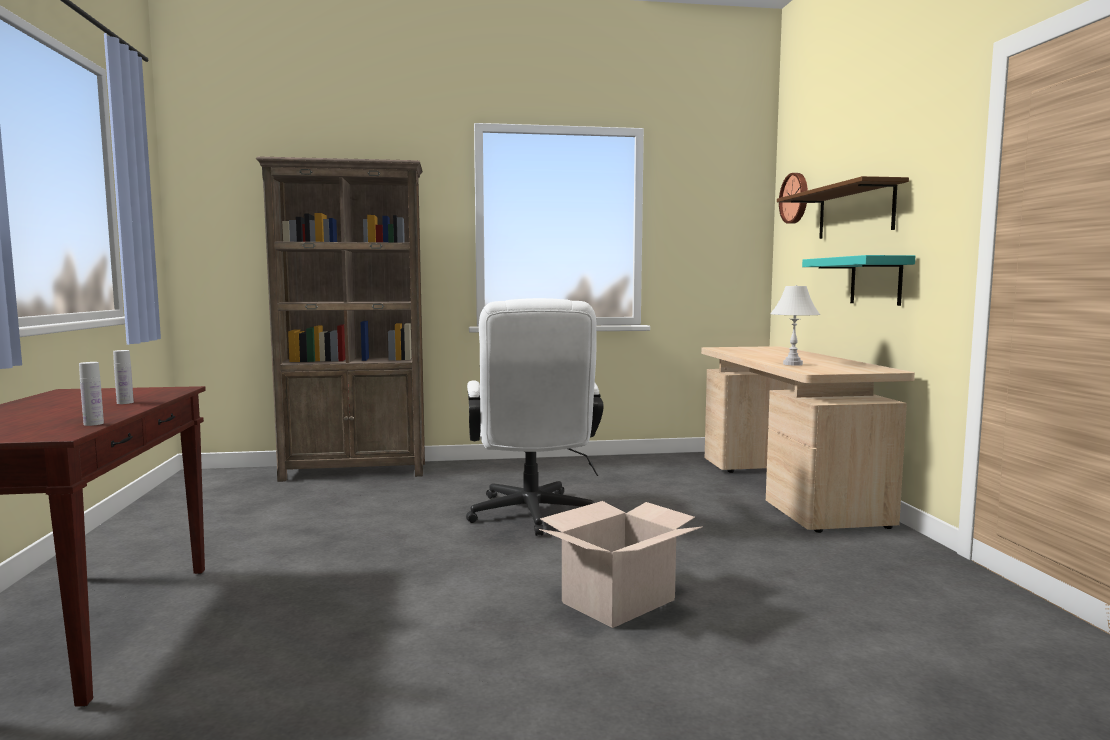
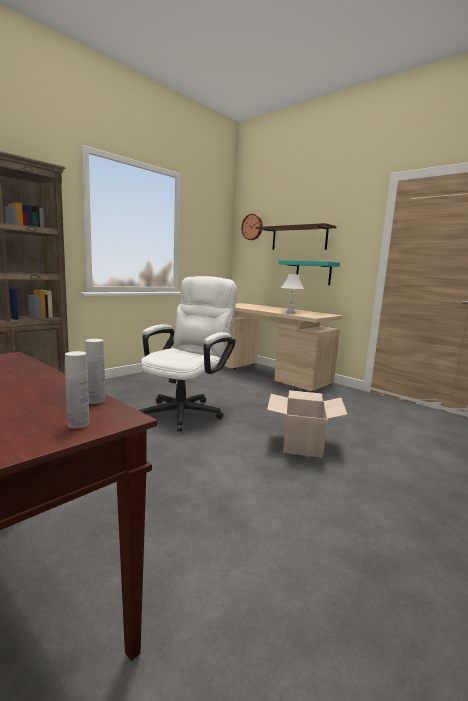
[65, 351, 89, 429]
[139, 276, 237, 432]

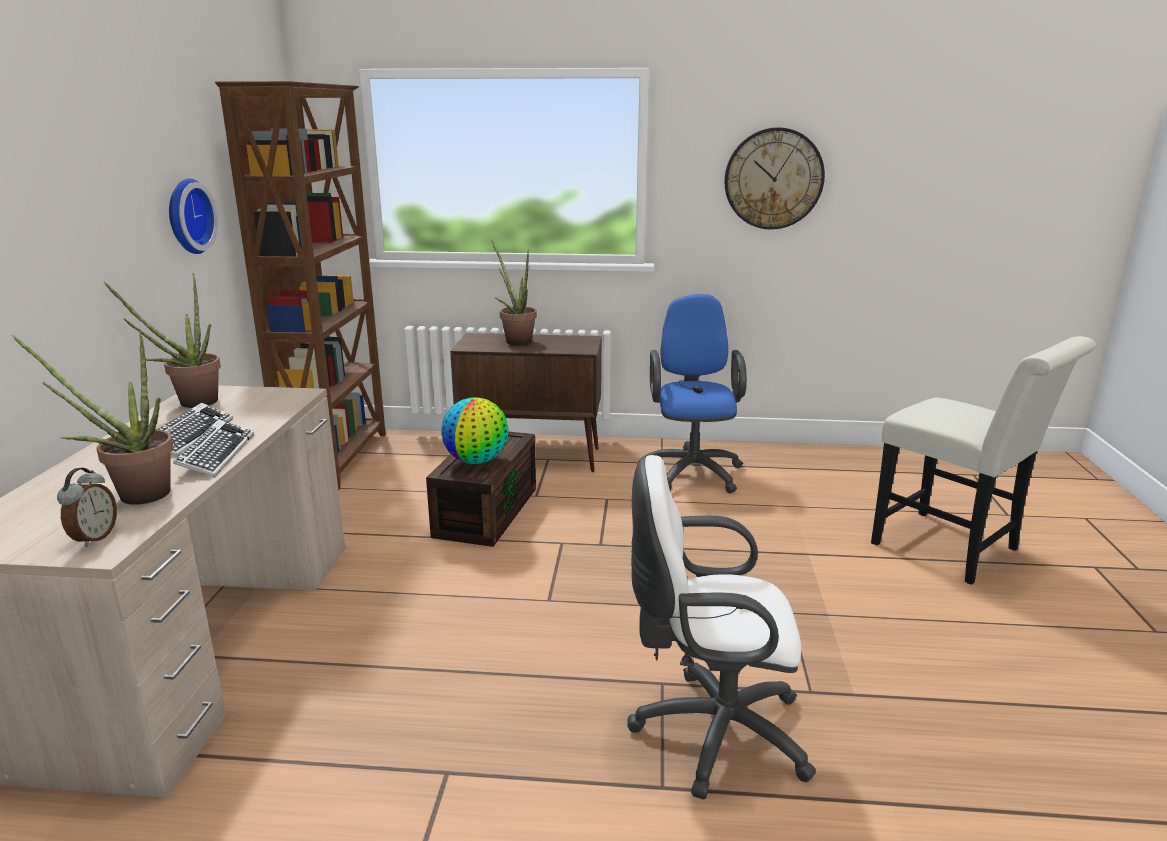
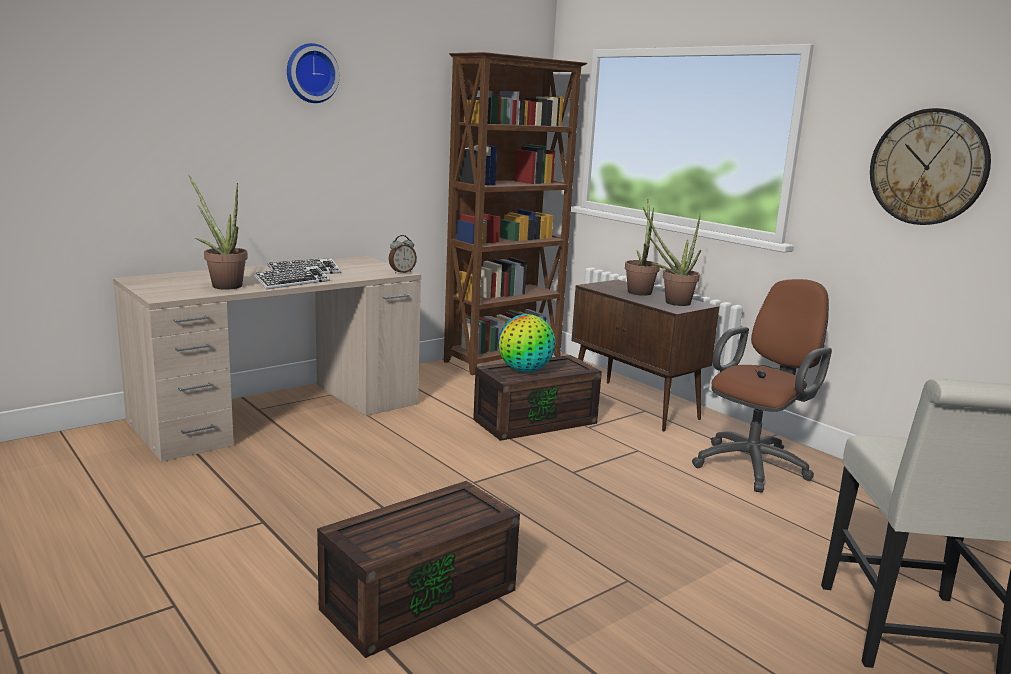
[287, 43, 340, 103]
[317, 481, 520, 658]
[389, 235, 417, 273]
[643, 207, 701, 306]
[692, 279, 832, 492]

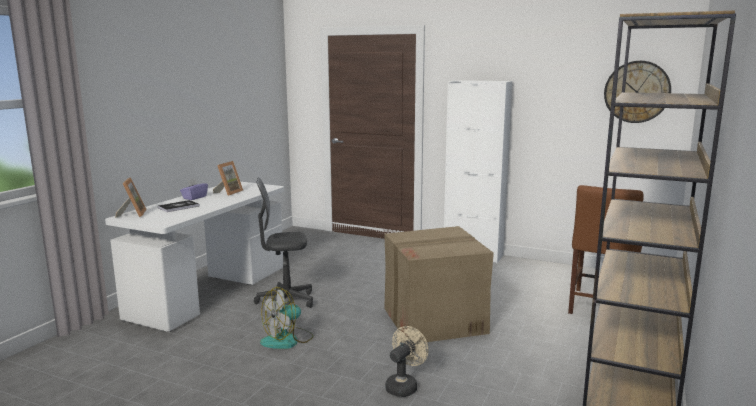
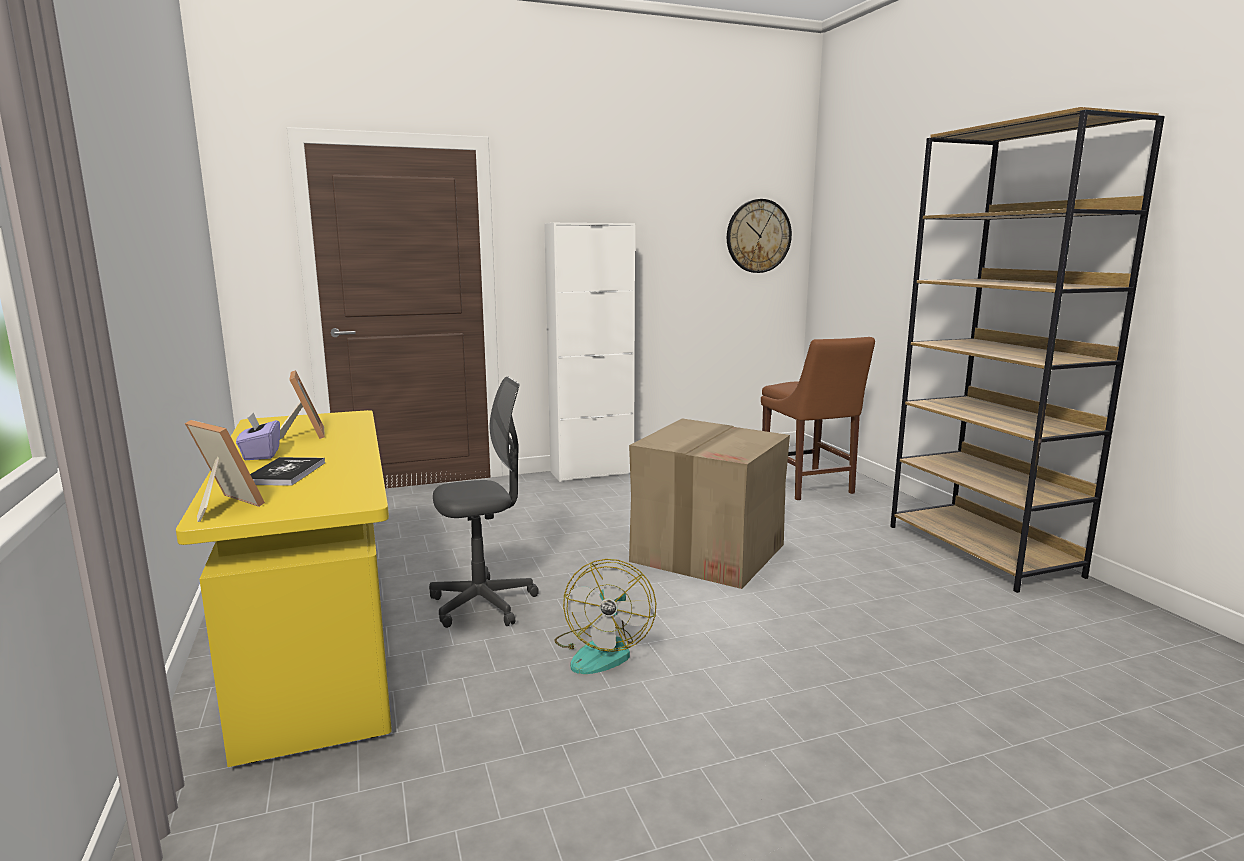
[176, 410, 392, 767]
[429, 377, 539, 628]
[385, 326, 429, 397] (first image)

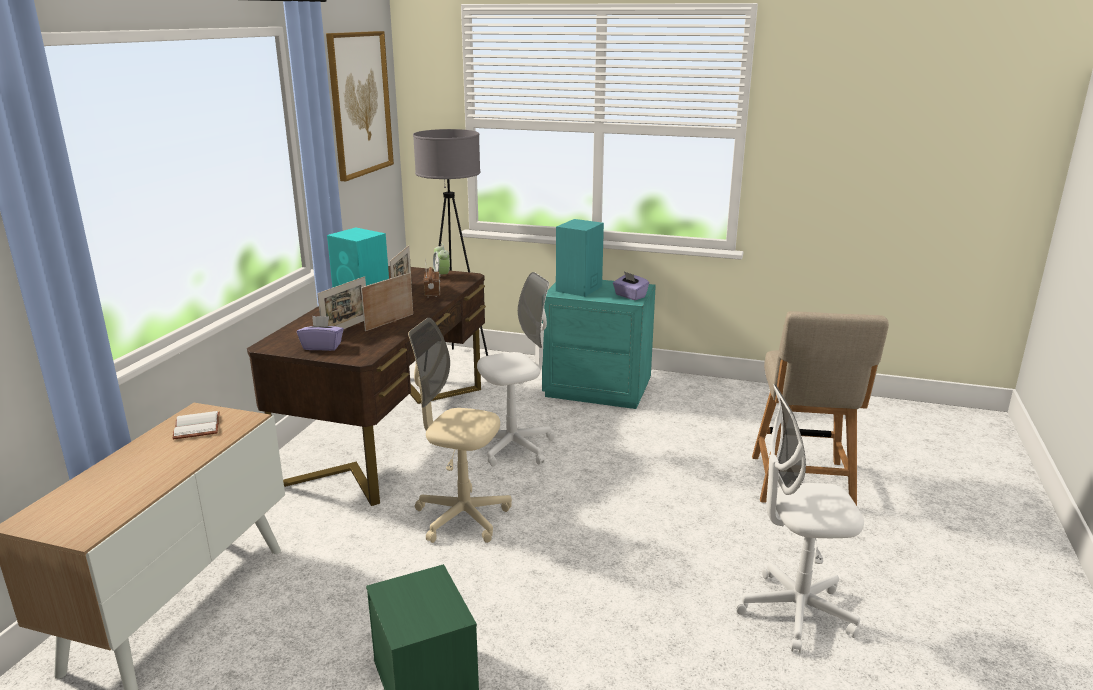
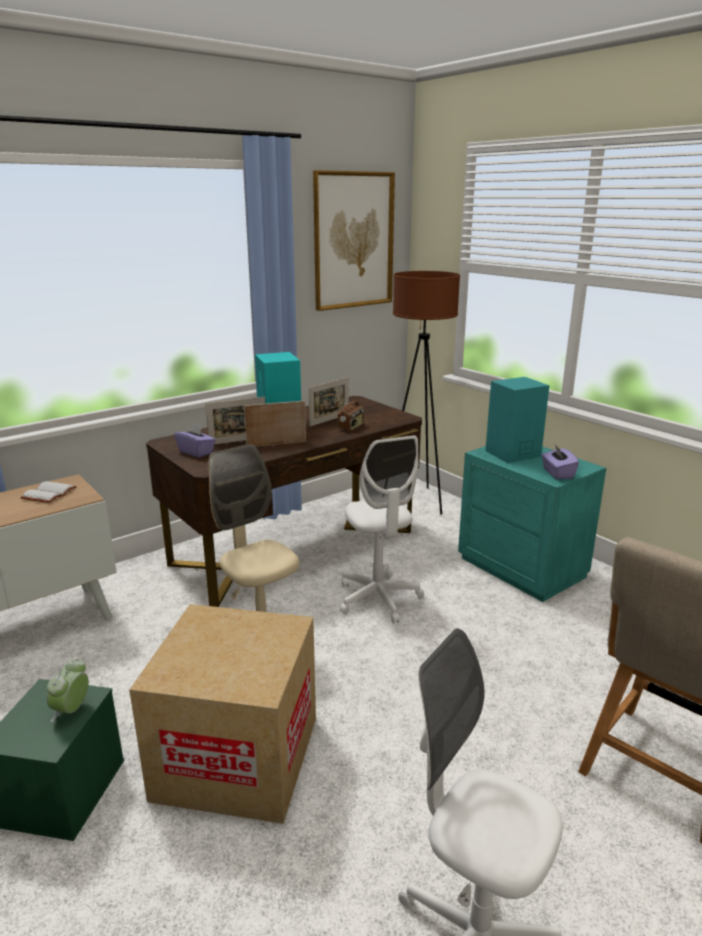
[47, 659, 89, 723]
[129, 604, 316, 824]
[340, 435, 424, 624]
[393, 271, 460, 515]

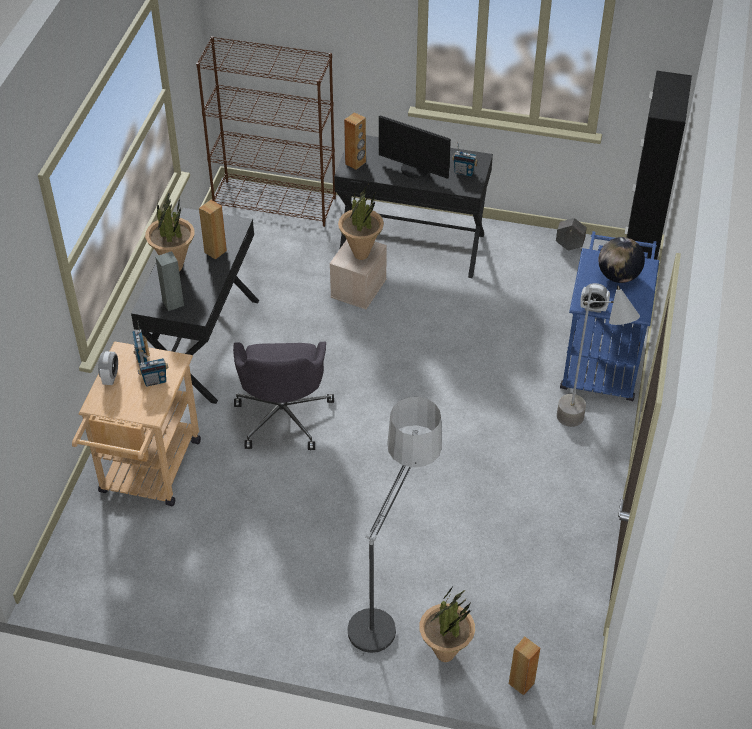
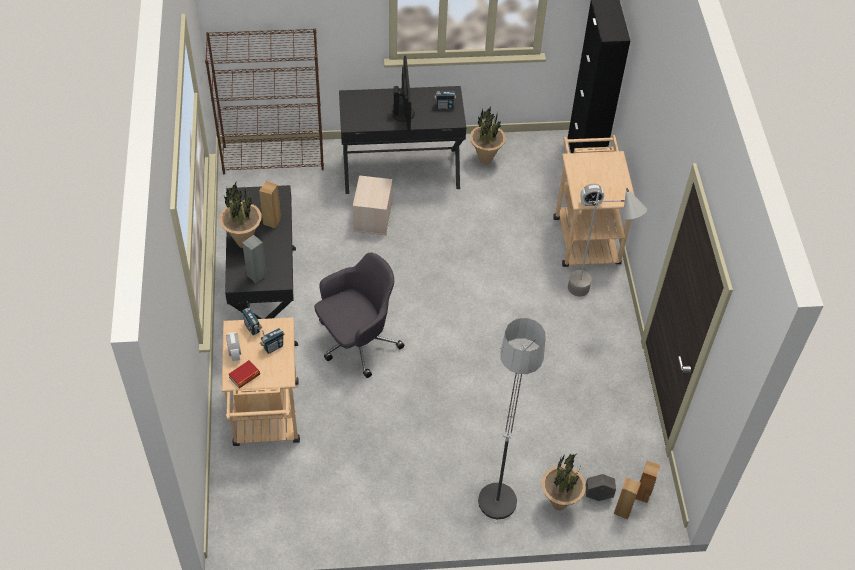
[229, 360, 260, 388]
[314, 252, 404, 378]
[392, 56, 415, 132]
[470, 107, 506, 165]
[553, 135, 634, 267]
[586, 474, 616, 501]
[636, 461, 660, 503]
[598, 237, 645, 283] (first image)

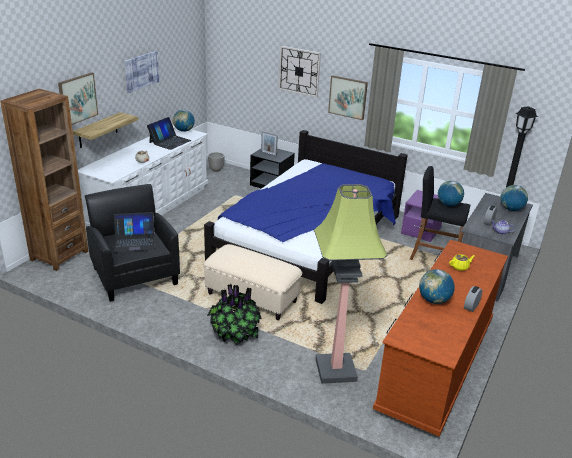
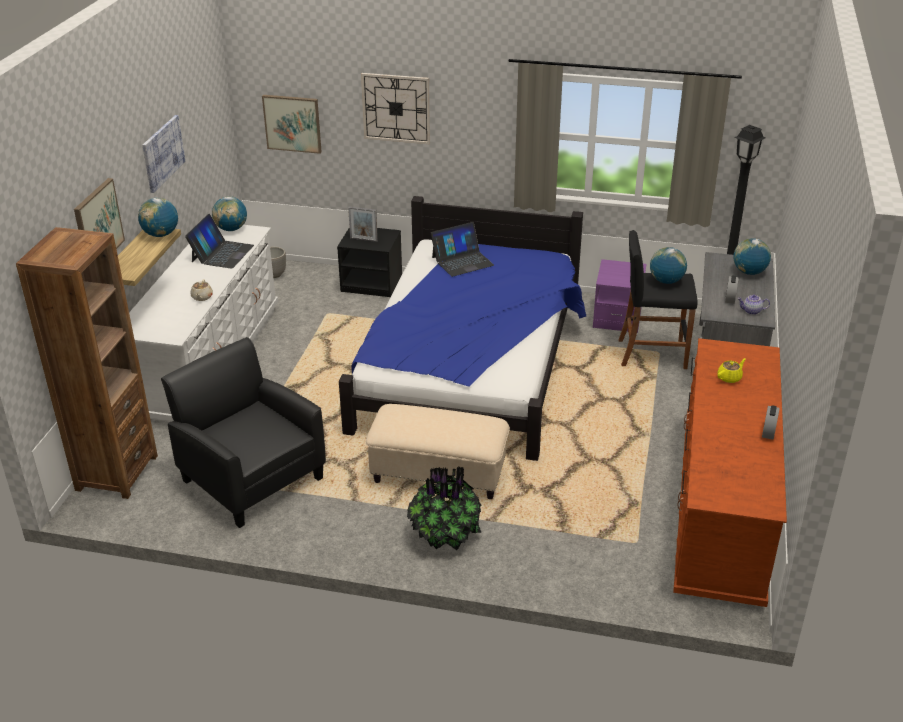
[138, 198, 178, 237]
[262, 95, 321, 154]
[431, 222, 494, 277]
[314, 184, 387, 384] (first image)

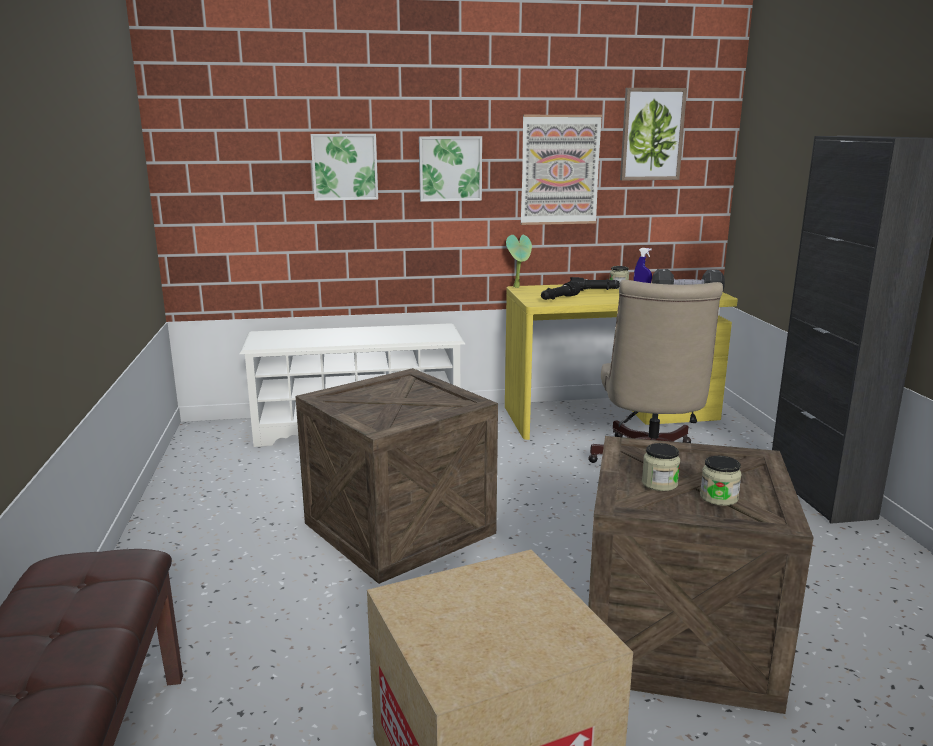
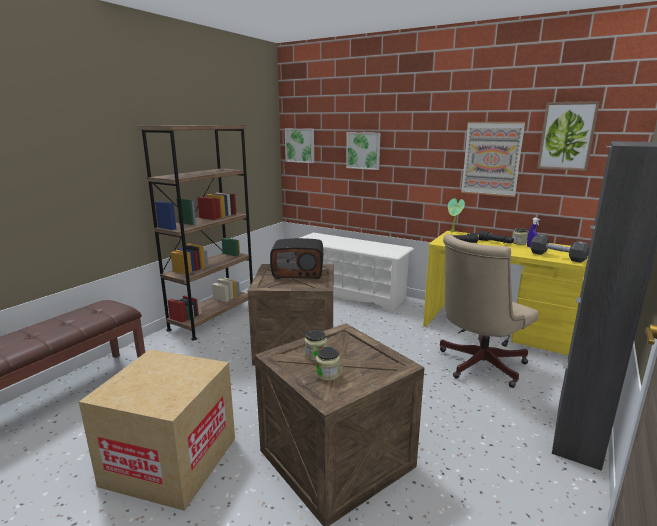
[138, 125, 253, 341]
[270, 238, 323, 279]
[285, 129, 314, 163]

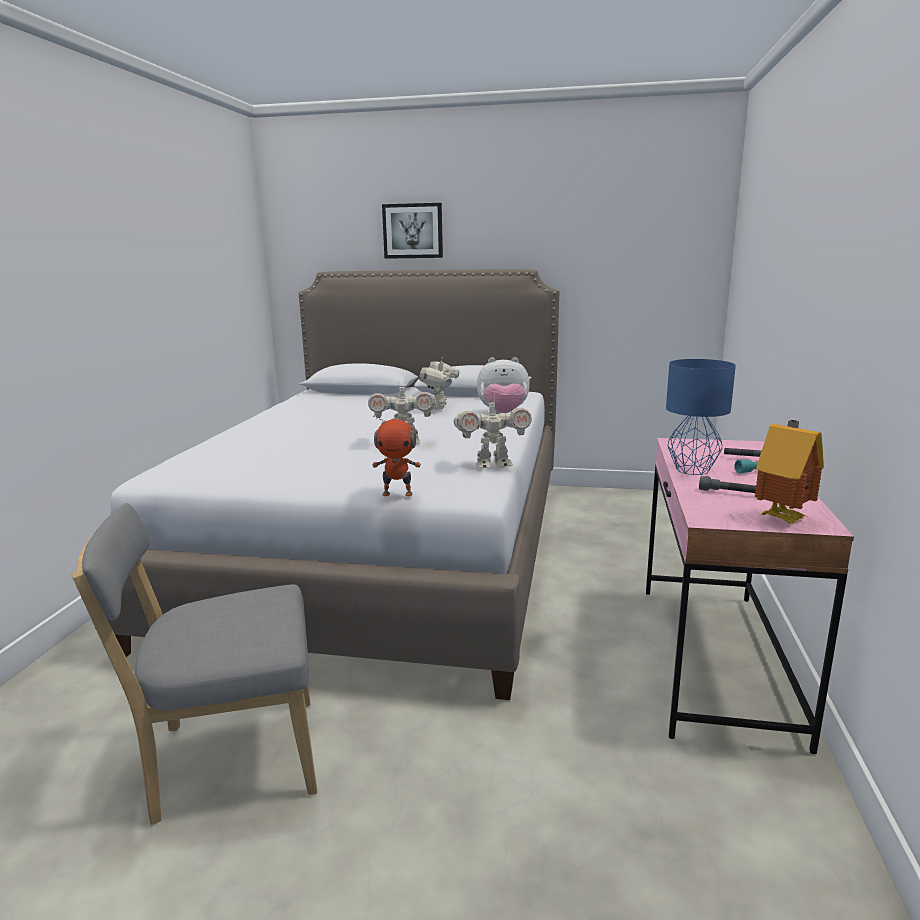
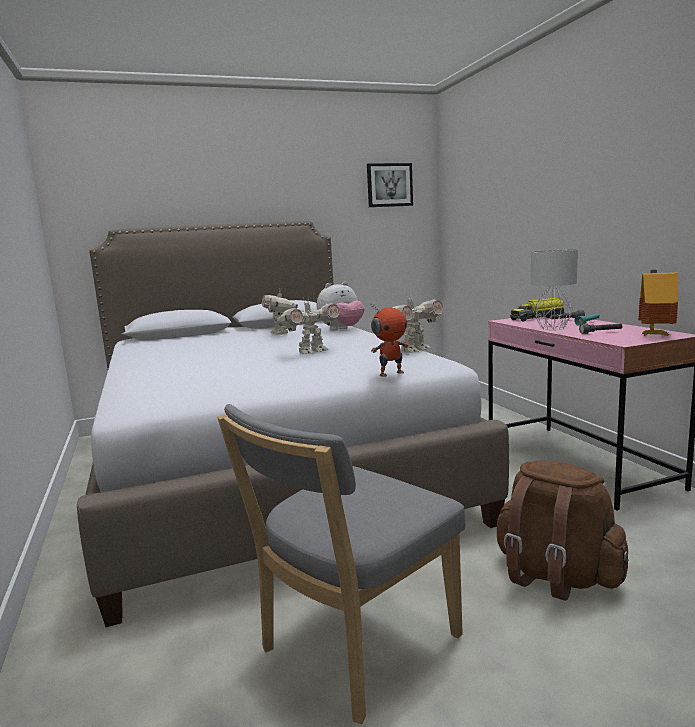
[367, 163, 413, 207]
[496, 460, 628, 601]
[510, 298, 564, 322]
[531, 249, 578, 330]

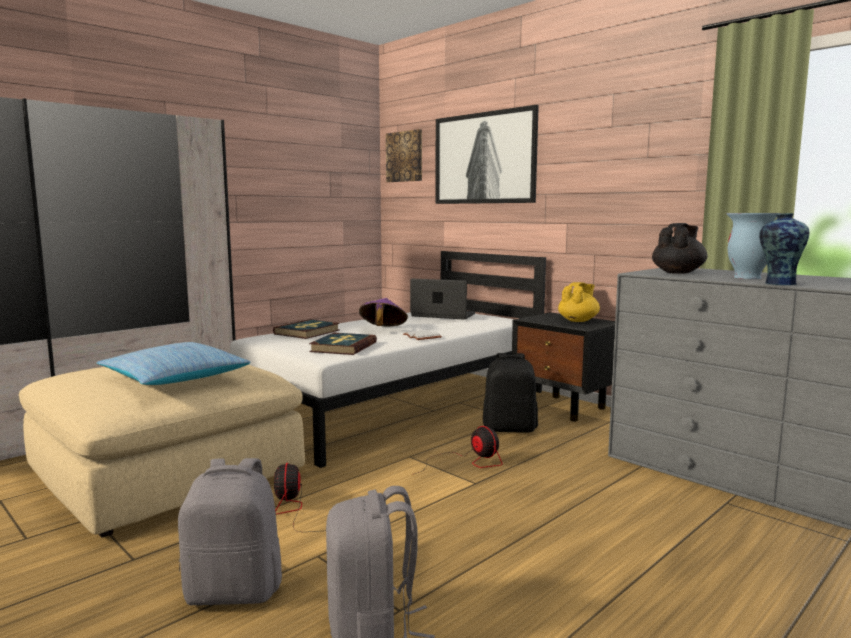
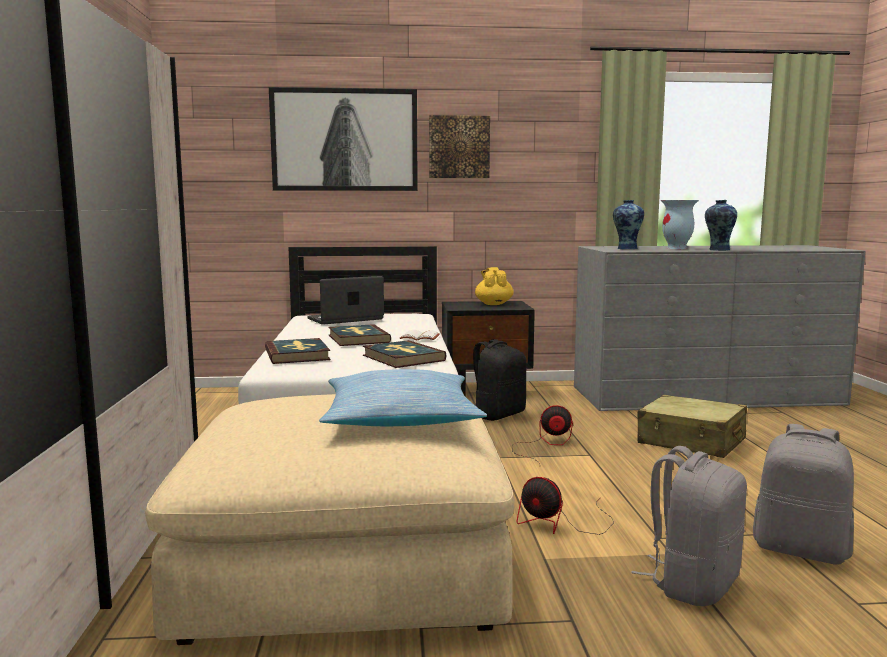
[328, 324, 391, 346]
[429, 115, 490, 178]
[613, 200, 644, 249]
[637, 395, 747, 458]

